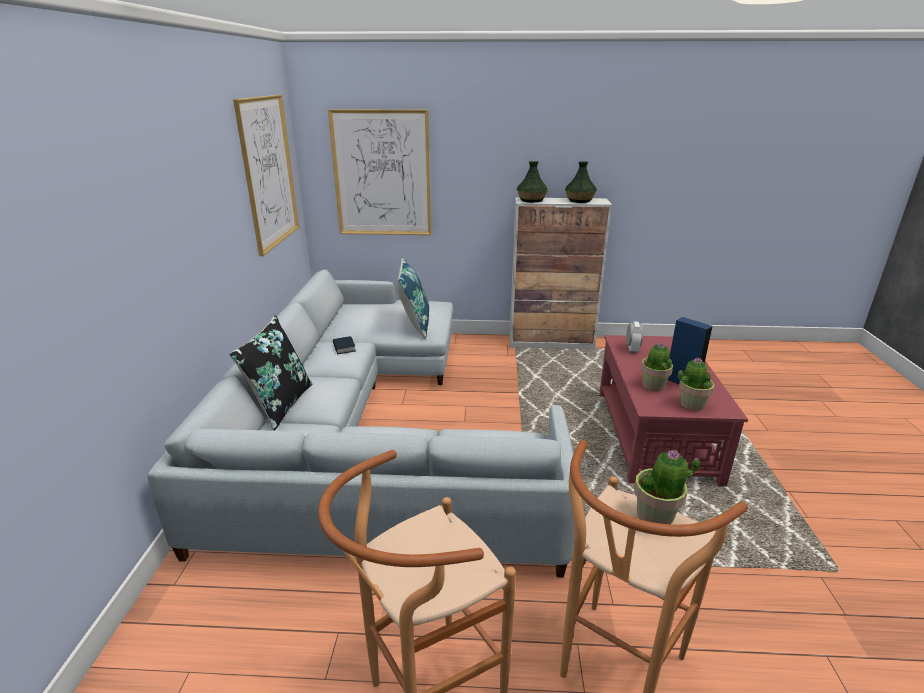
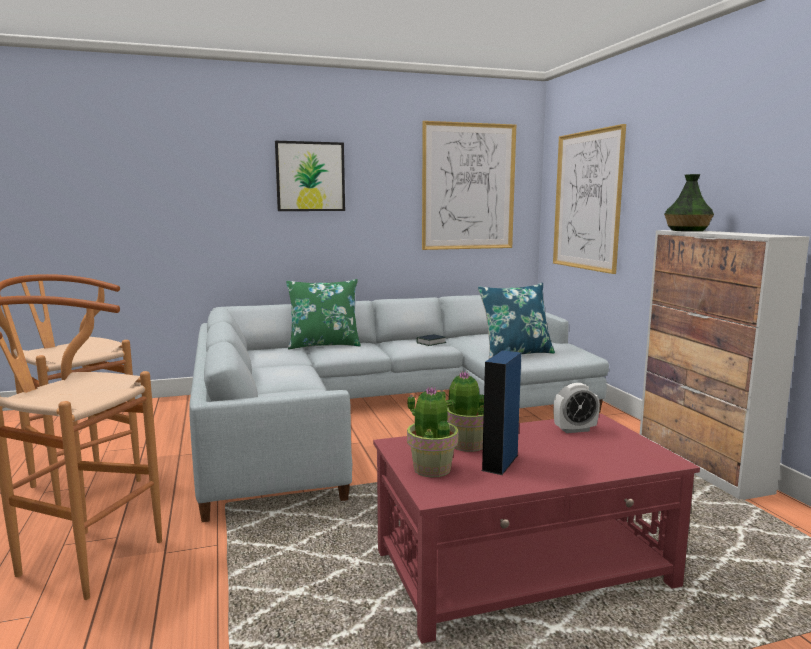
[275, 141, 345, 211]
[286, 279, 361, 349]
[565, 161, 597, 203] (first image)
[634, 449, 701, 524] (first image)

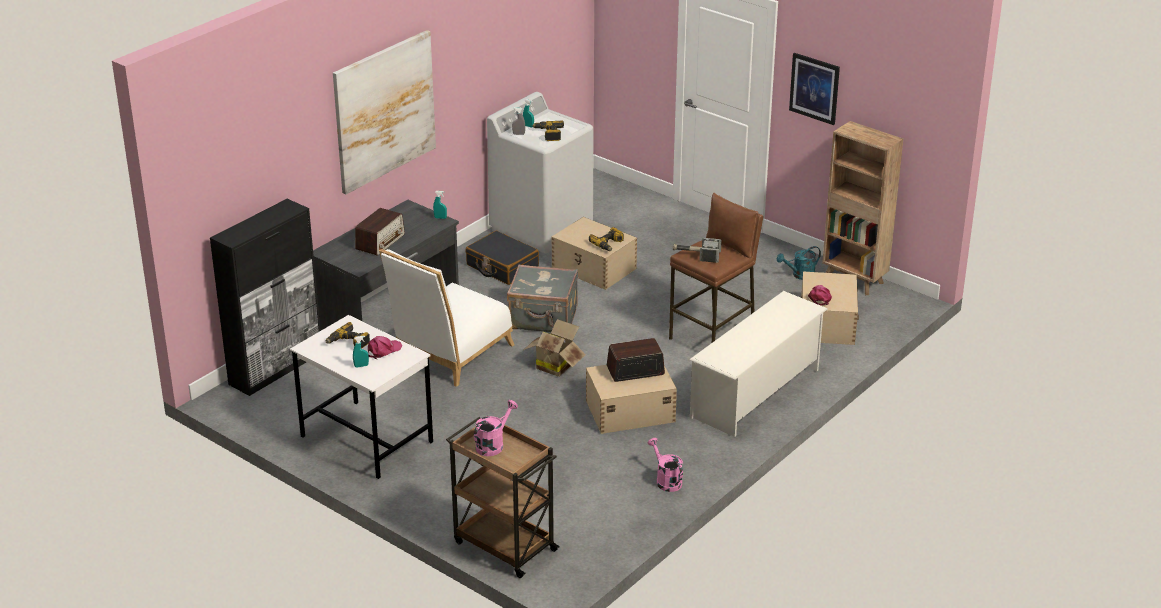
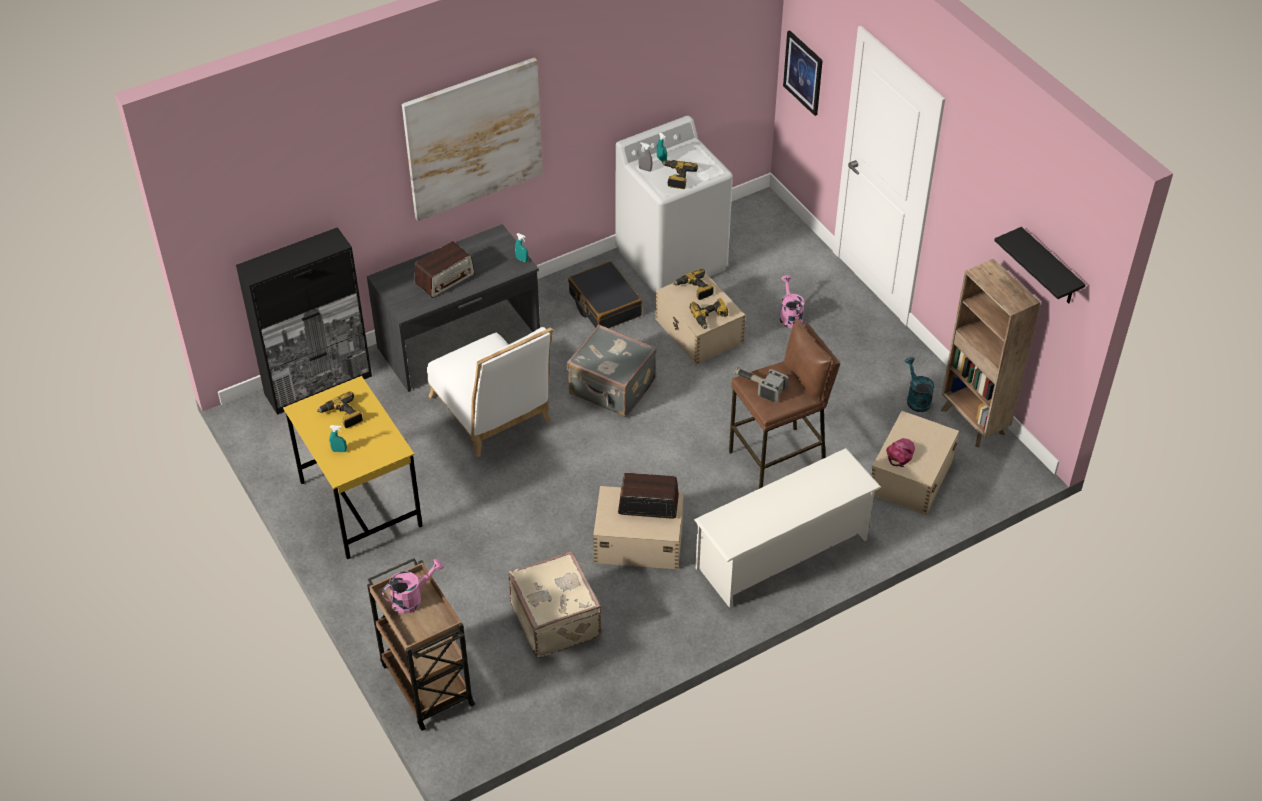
[283, 376, 423, 559]
[427, 327, 553, 457]
[508, 551, 602, 658]
[673, 268, 714, 300]
[780, 275, 805, 328]
[783, 30, 823, 116]
[905, 357, 934, 412]
[994, 227, 1086, 303]
[368, 336, 402, 359] (first image)
[524, 319, 586, 377] (first image)

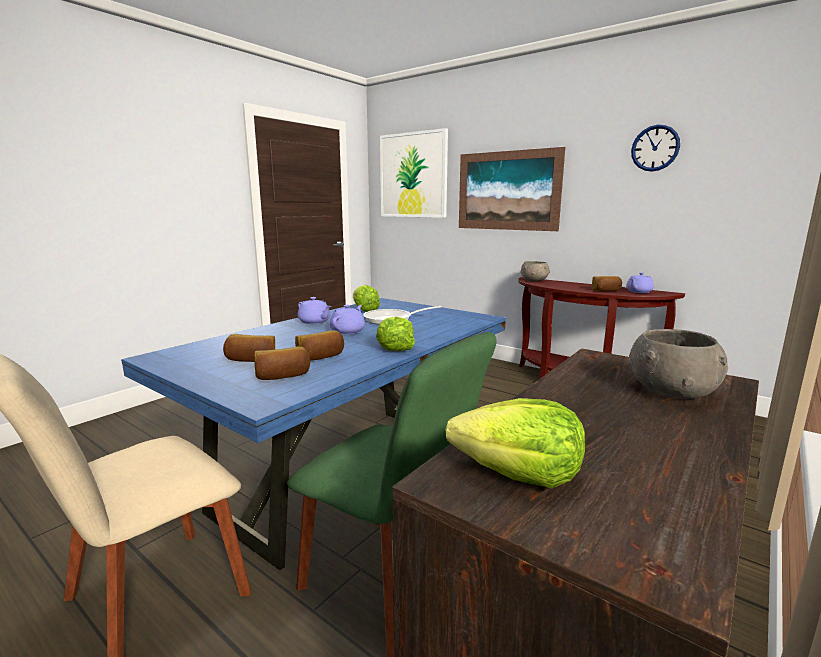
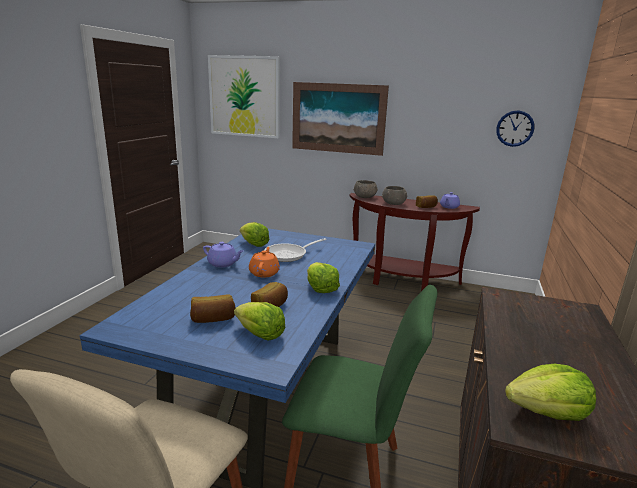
[234, 302, 285, 341]
[249, 247, 280, 278]
[382, 186, 407, 205]
[496, 110, 535, 147]

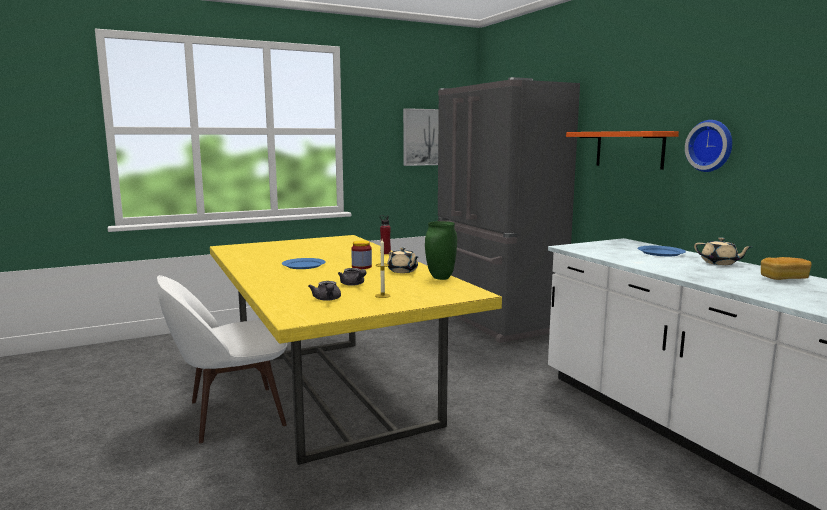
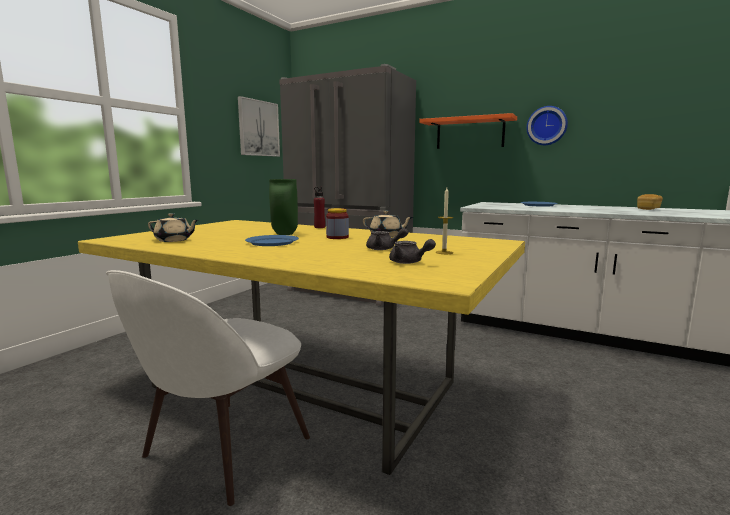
[148, 213, 198, 242]
[269, 179, 298, 235]

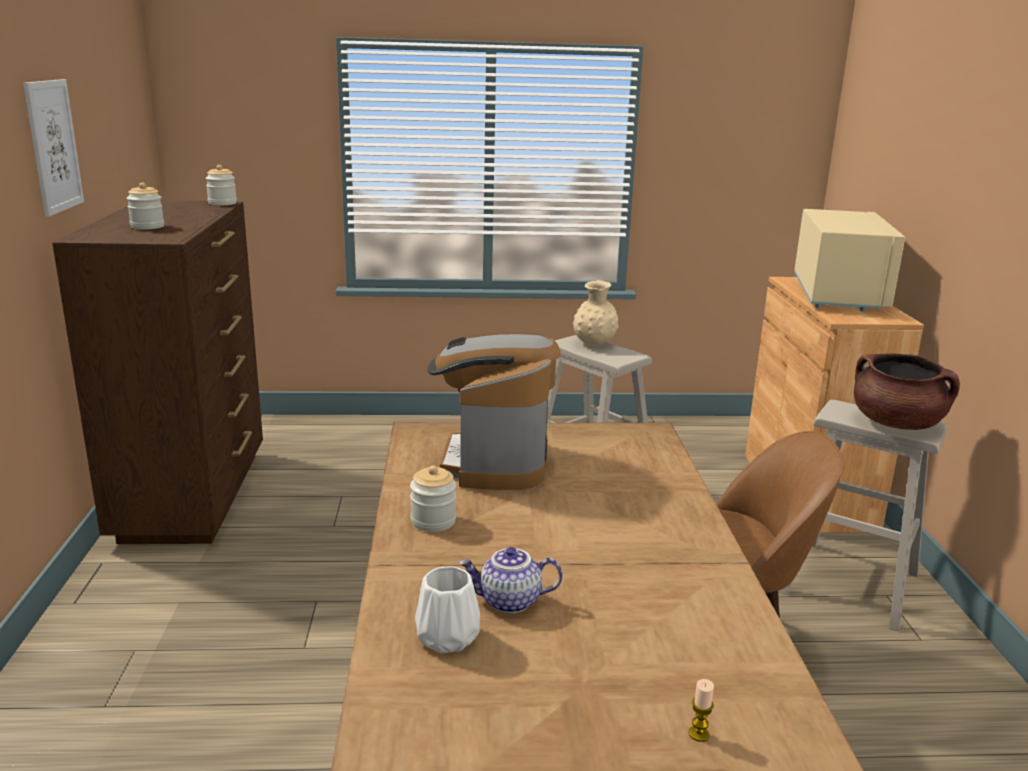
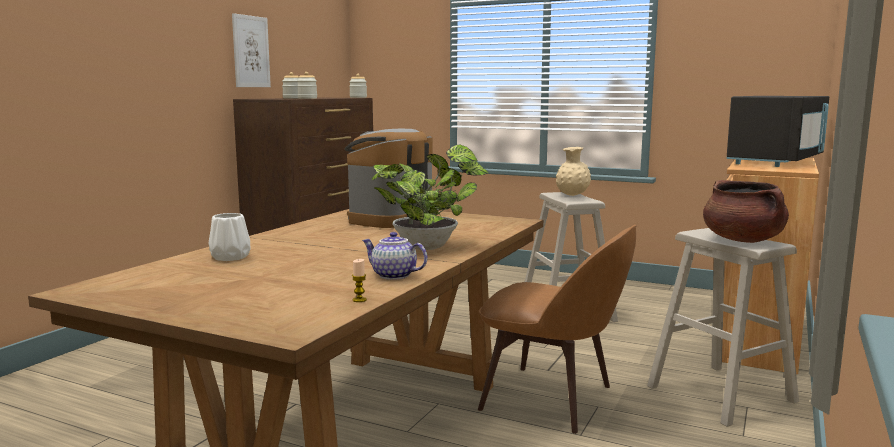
[297, 72, 317, 99]
[352, 259, 367, 302]
[362, 232, 428, 280]
[372, 145, 489, 250]
[726, 96, 829, 167]

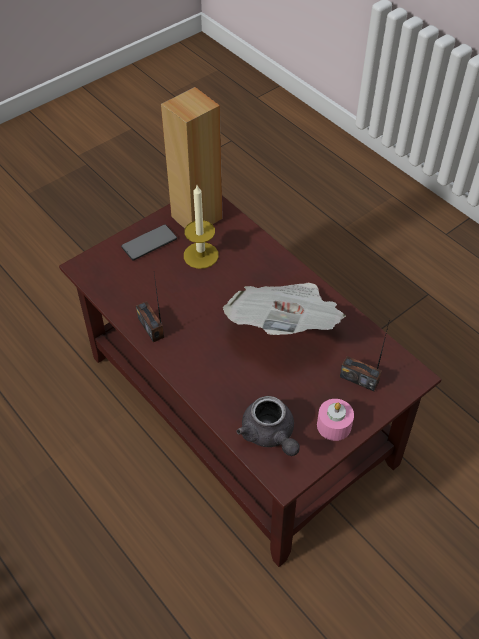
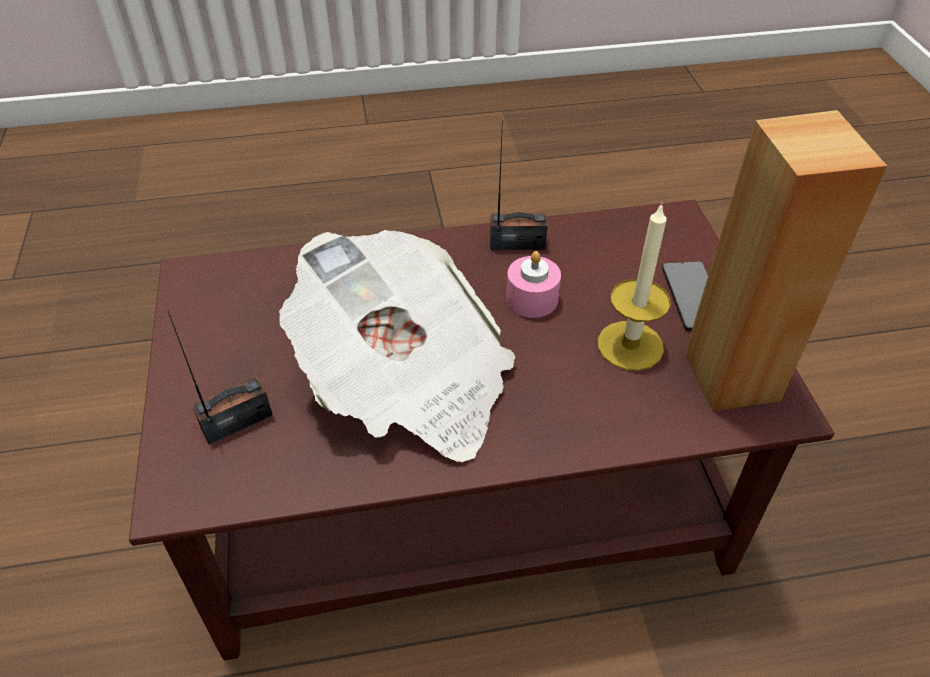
[506, 251, 561, 318]
[237, 396, 300, 456] (first image)

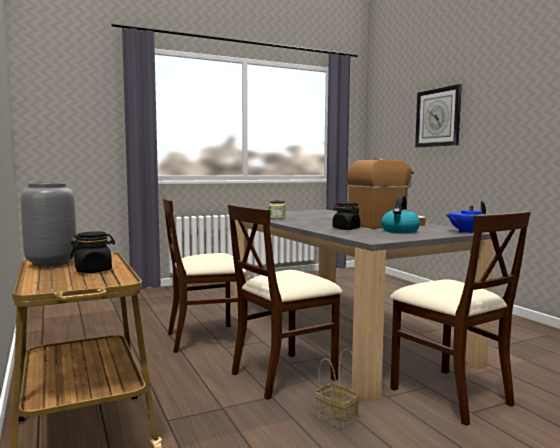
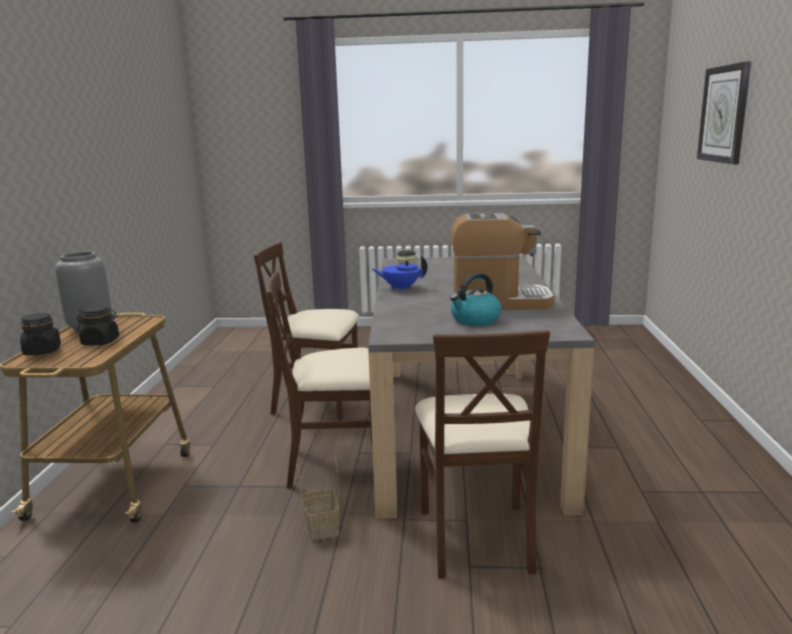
[20, 313, 61, 355]
[372, 256, 428, 290]

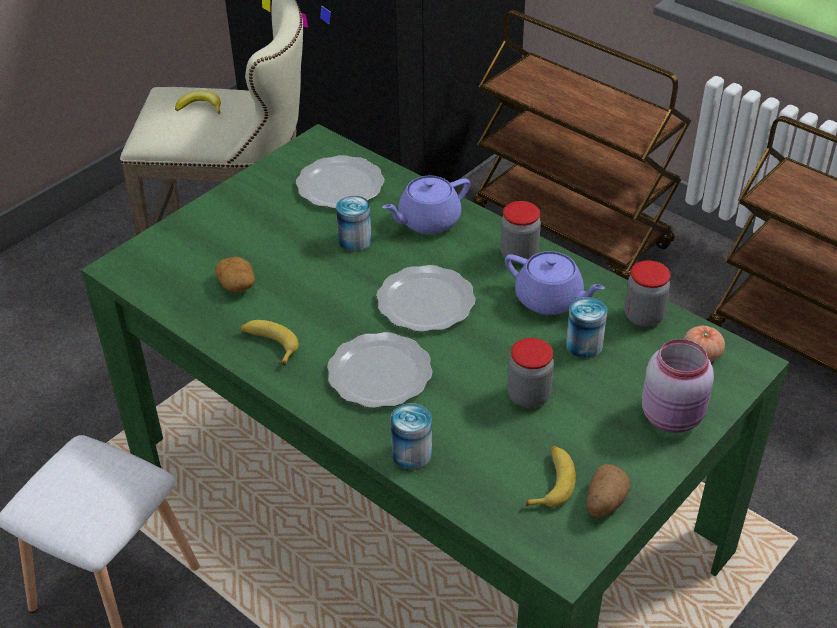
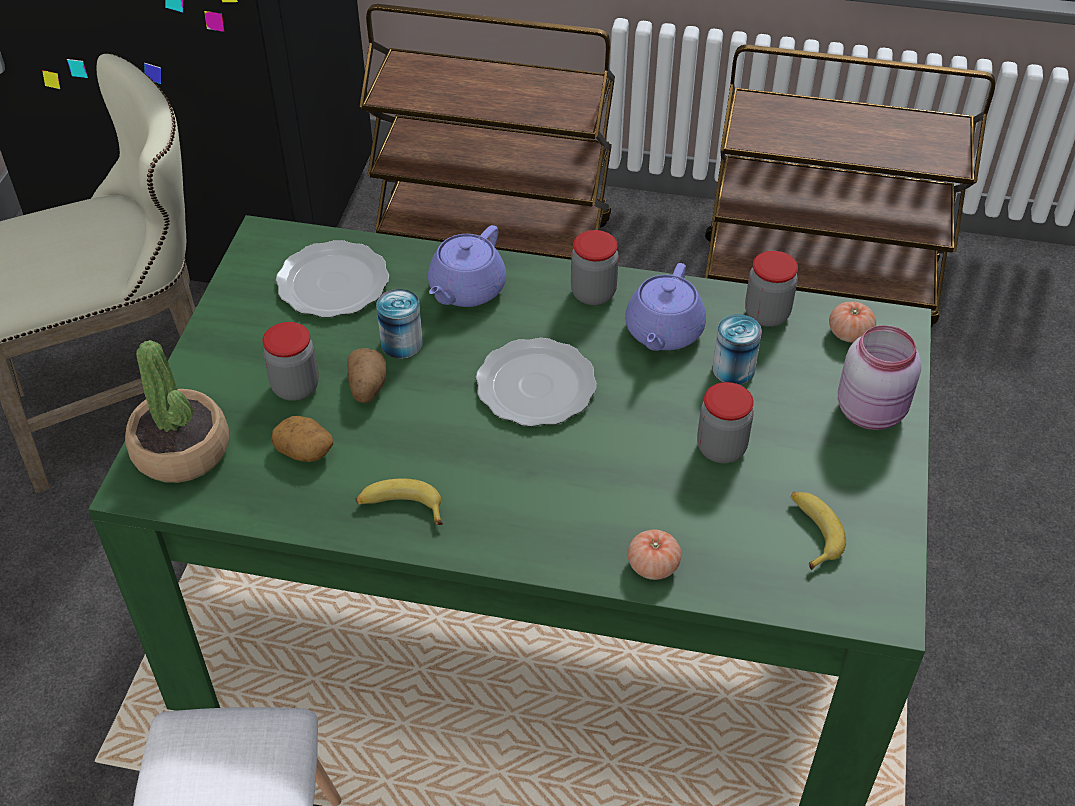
[125, 340, 229, 483]
[262, 322, 319, 401]
[347, 348, 386, 403]
[625, 263, 706, 351]
[627, 529, 681, 580]
[175, 90, 221, 114] (first image)
[327, 332, 433, 408] (first image)

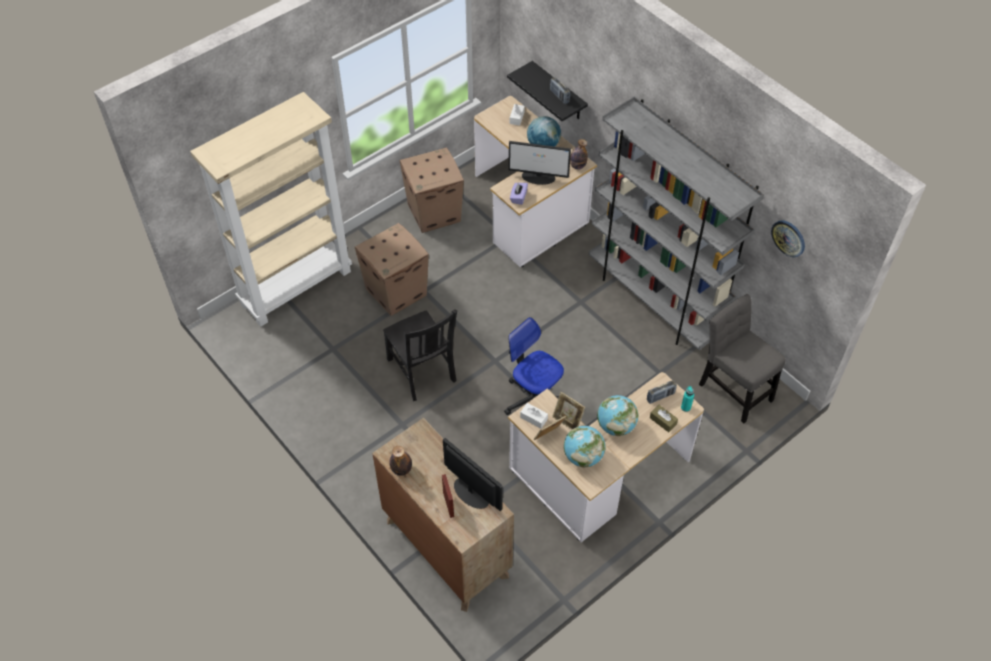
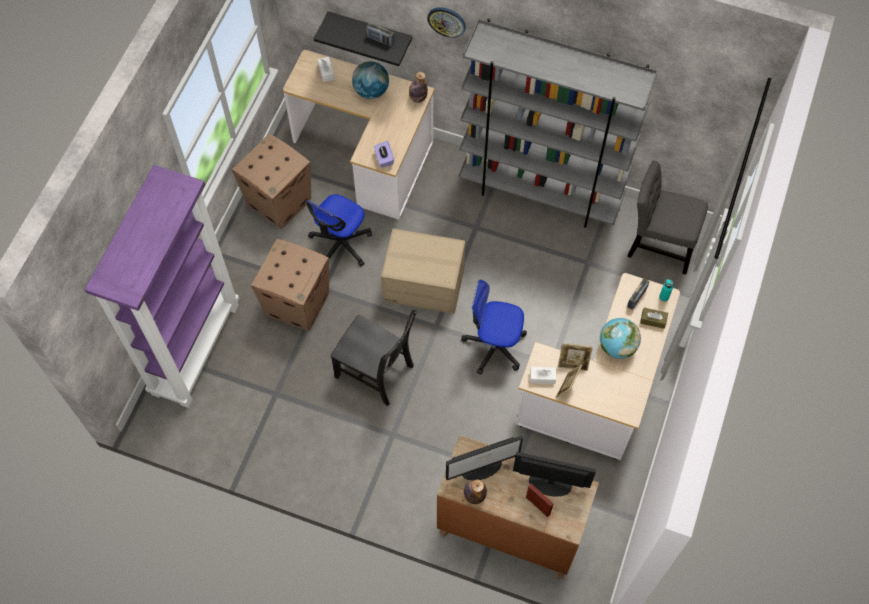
[84, 165, 239, 408]
[306, 194, 372, 266]
[381, 229, 465, 314]
[427, 7, 466, 38]
[446, 435, 523, 480]
[564, 426, 606, 468] (first image)

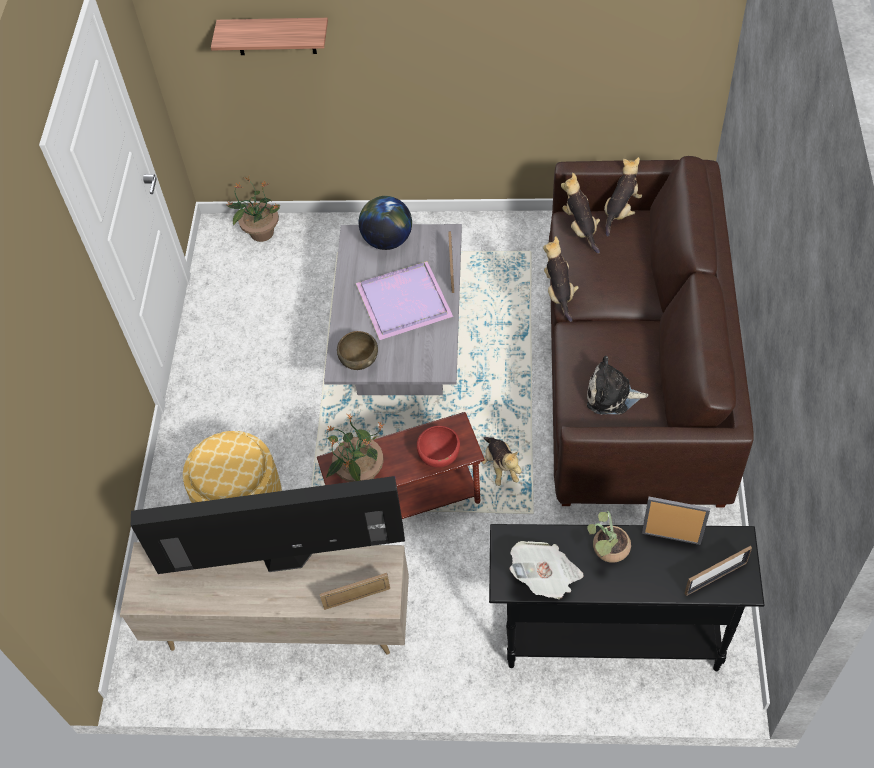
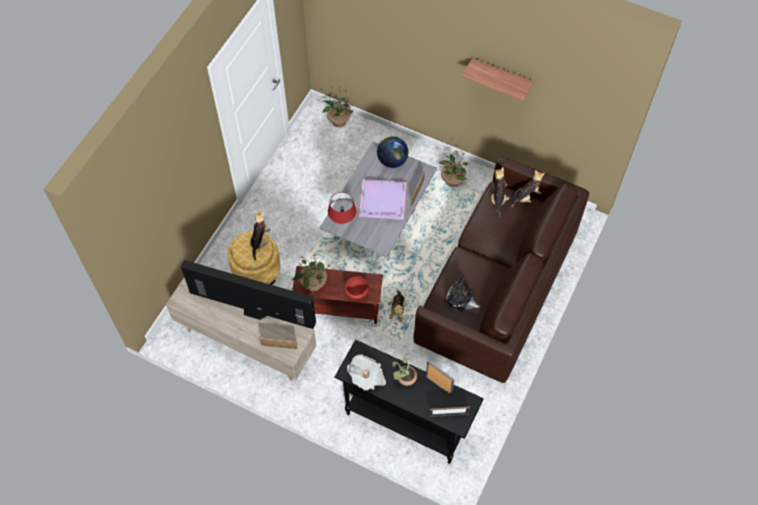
[250, 211, 271, 260]
[328, 192, 356, 224]
[439, 149, 468, 187]
[462, 58, 534, 101]

